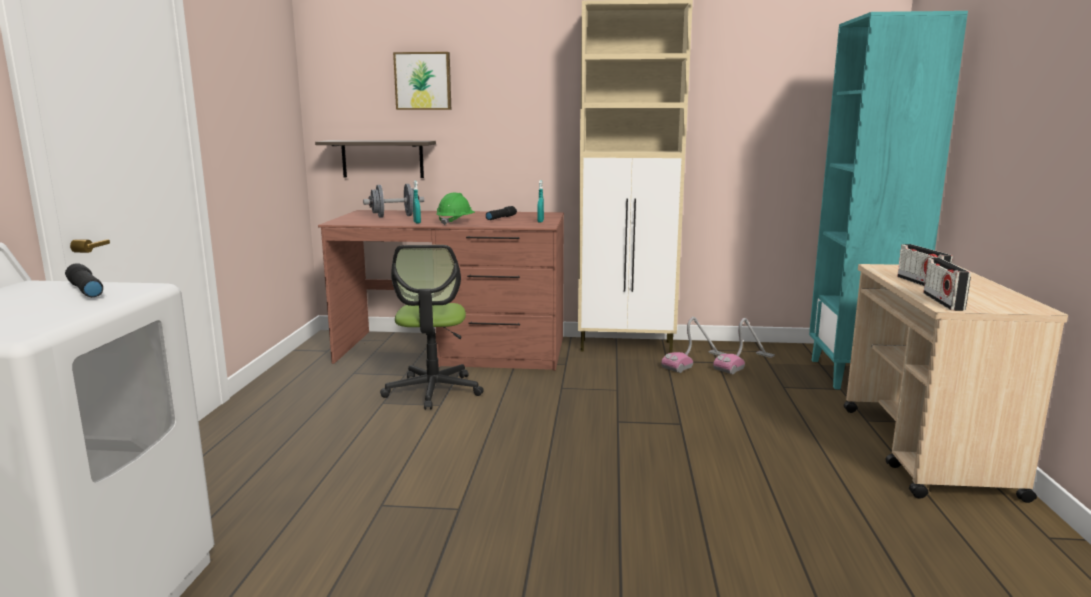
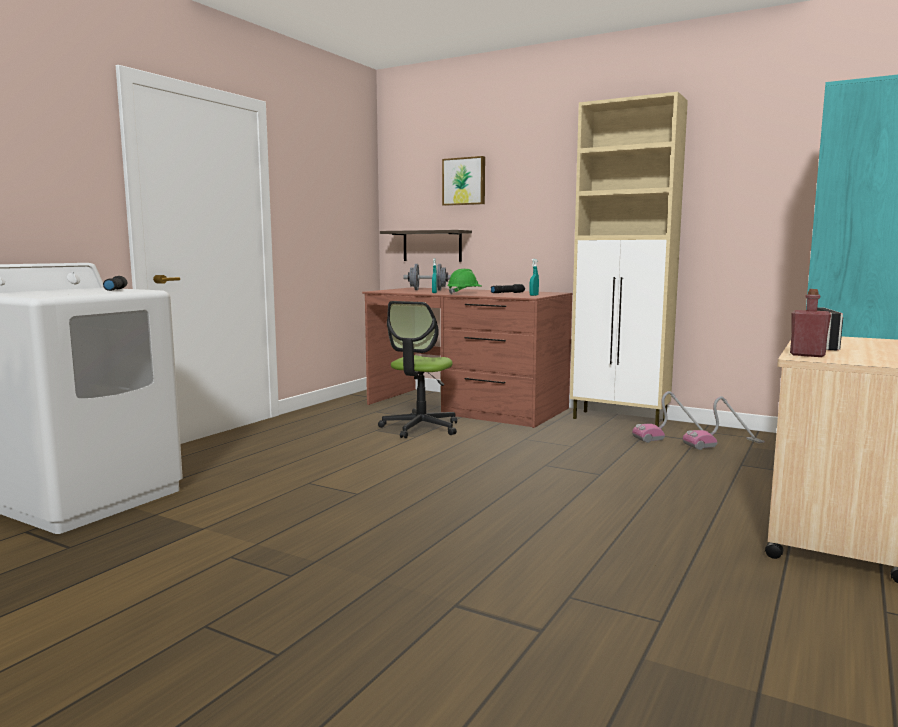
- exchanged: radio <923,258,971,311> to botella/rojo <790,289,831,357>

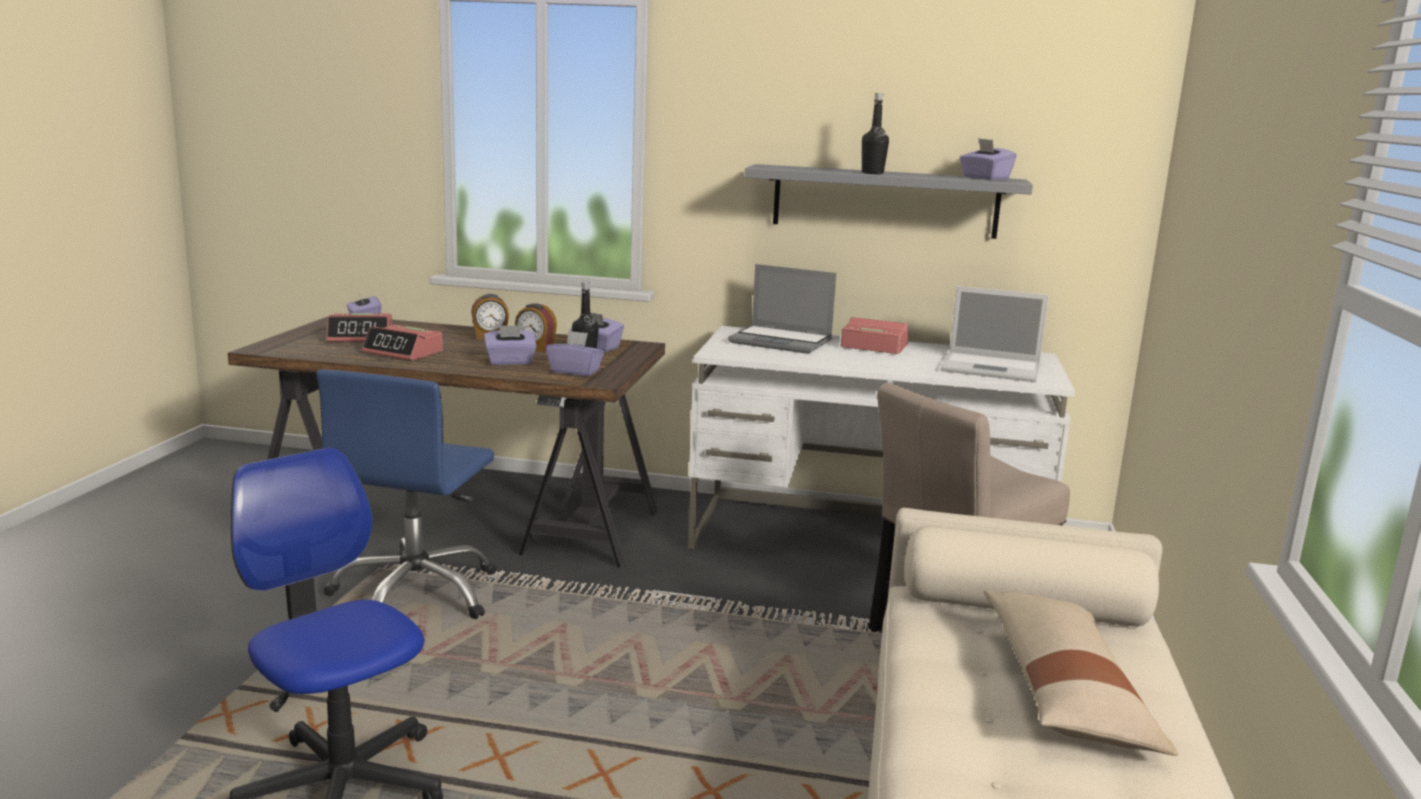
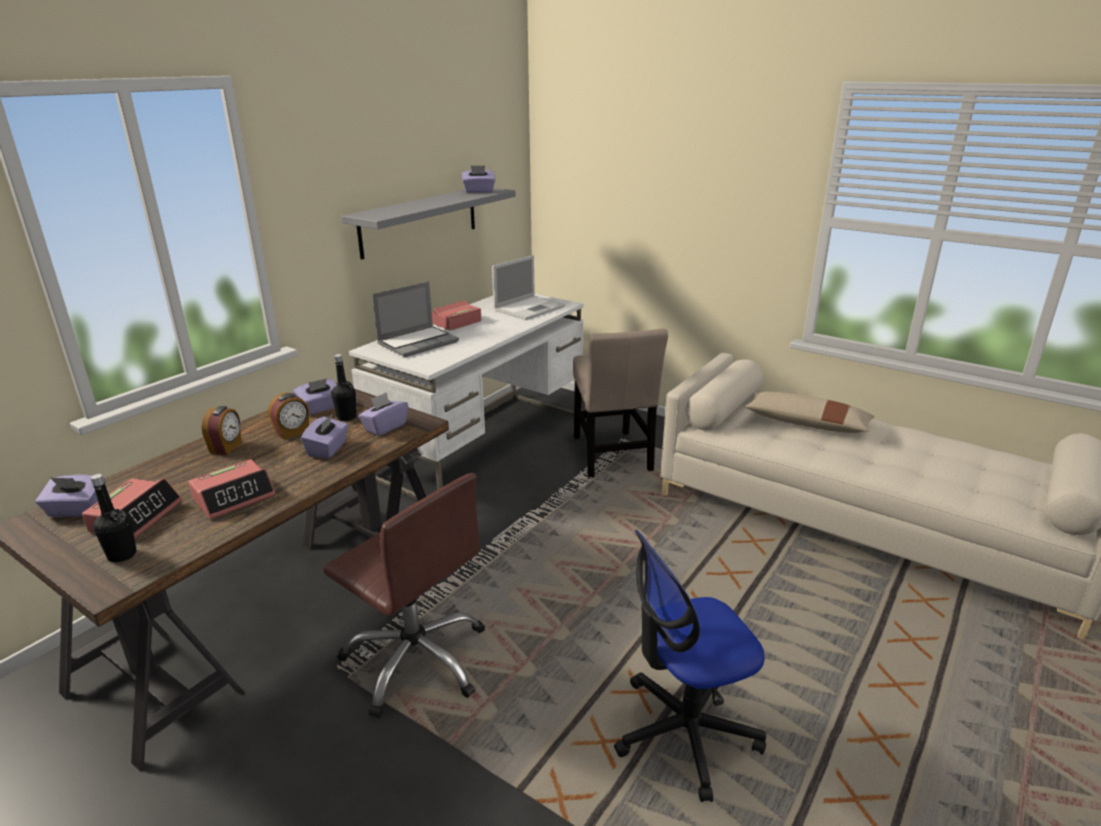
- relocated: botella/negro <862,93,889,174> to <91,474,137,562>
- colour: silla de oficina/azul <316,370,496,619> to silla de oficina/marrón <323,473,485,718>

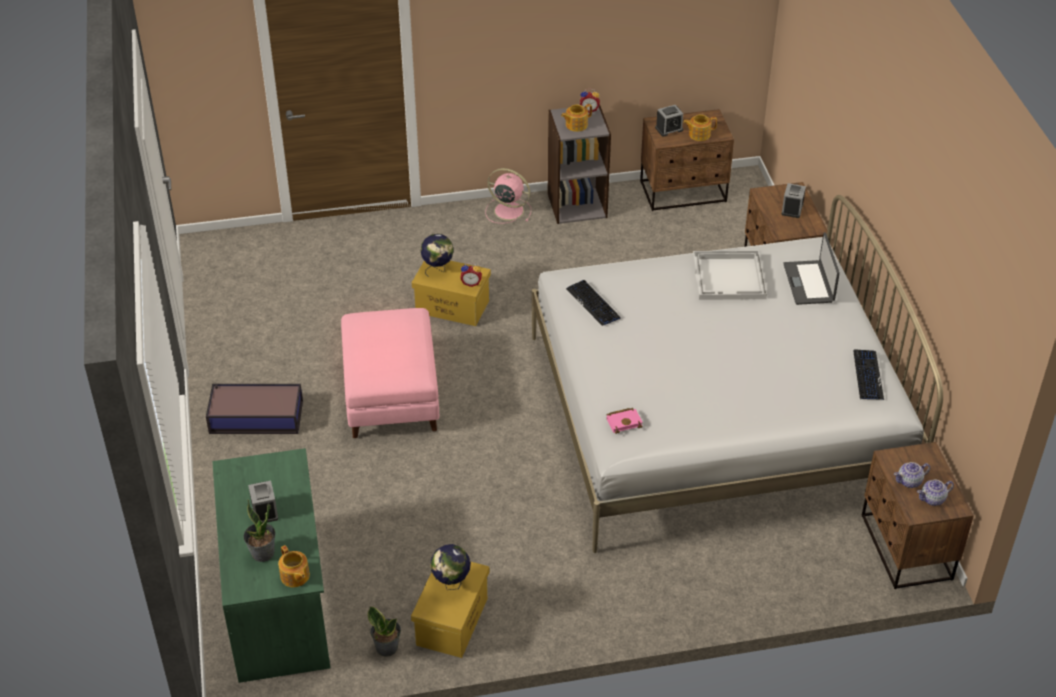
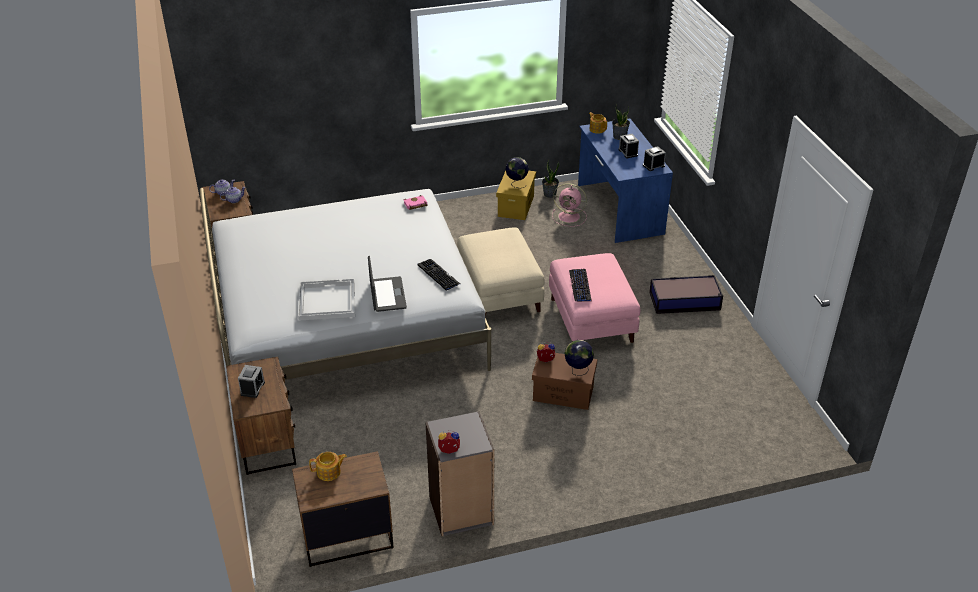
- missing: tetera <561,104,592,132>
- relocated: despertador <655,105,683,137> to <643,146,666,171>
- relocated: ventilador/rosa <485,168,531,224> to <552,183,587,227>
- relocated: portátil <783,232,840,305> to <368,256,407,312>
- colour: caja de almacenaje/amarillo <412,261,491,326> to caja de almacenaje/marrón <532,353,597,410>
- relocated: teclado <853,349,884,400> to <569,269,592,301>
- colour: escritorio/verde <212,448,330,683> to escritorio/azul <578,119,673,243>
- appeared: puf/beis <457,227,545,317>

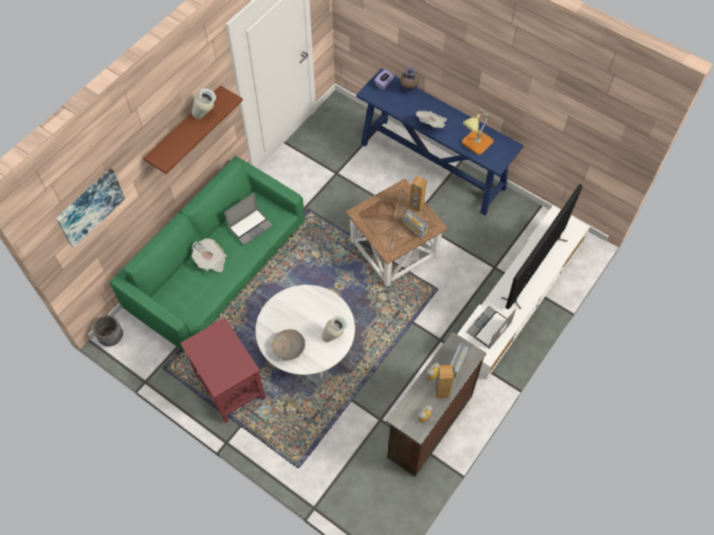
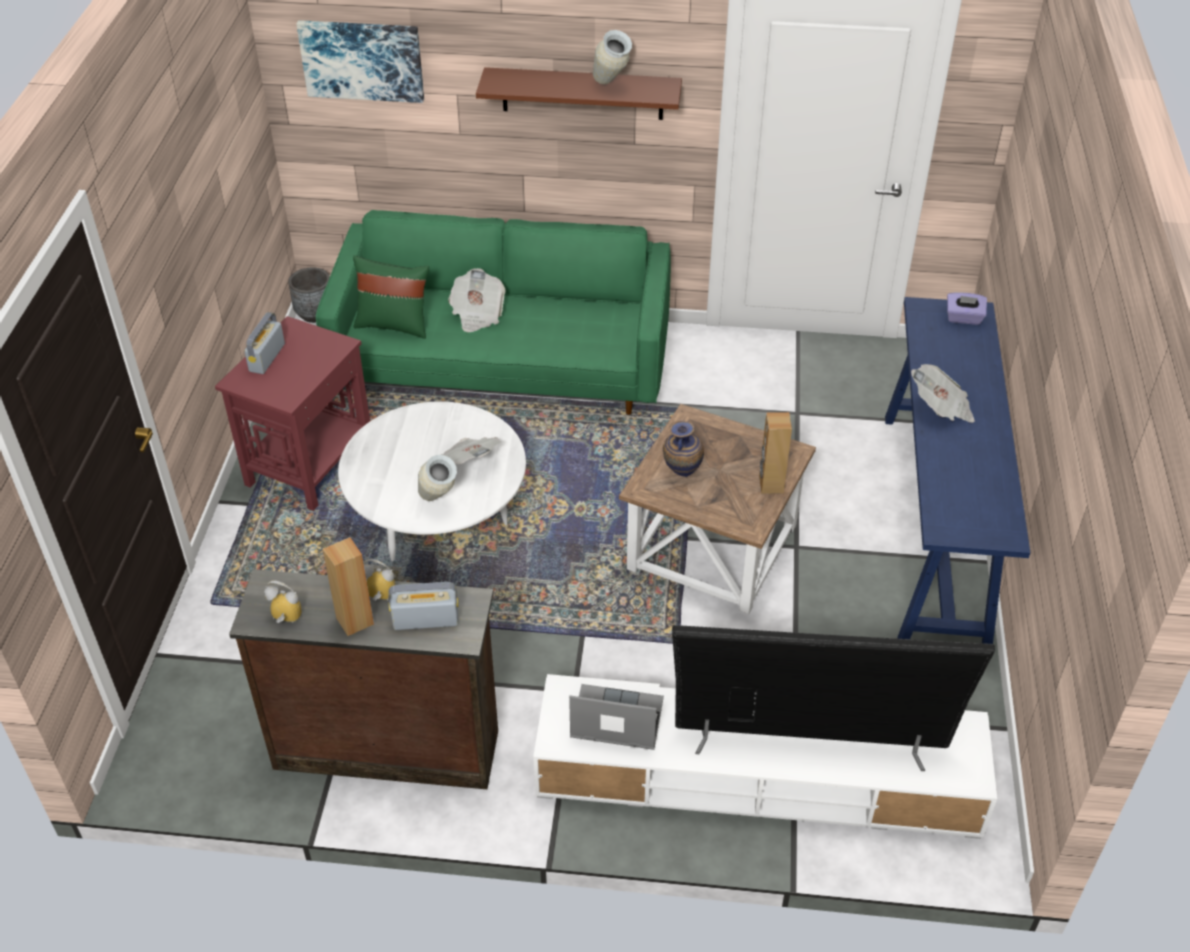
- relocated: florero <400,67,419,91> to <663,420,704,477>
- missing: lámpara de mesa <462,109,493,155>
- missing: portátil <224,193,273,245>
- relocated: radio <403,209,428,238> to <244,312,285,374>
- missing: cuenco/beis <272,329,305,360>
- appeared: cojín/verde <353,255,429,339>
- appeared: periódico <441,437,501,464>

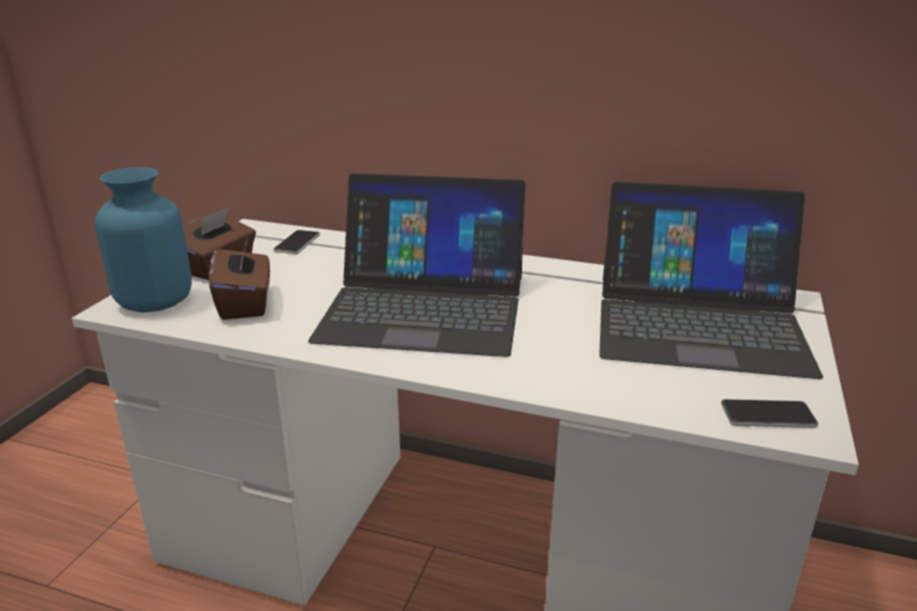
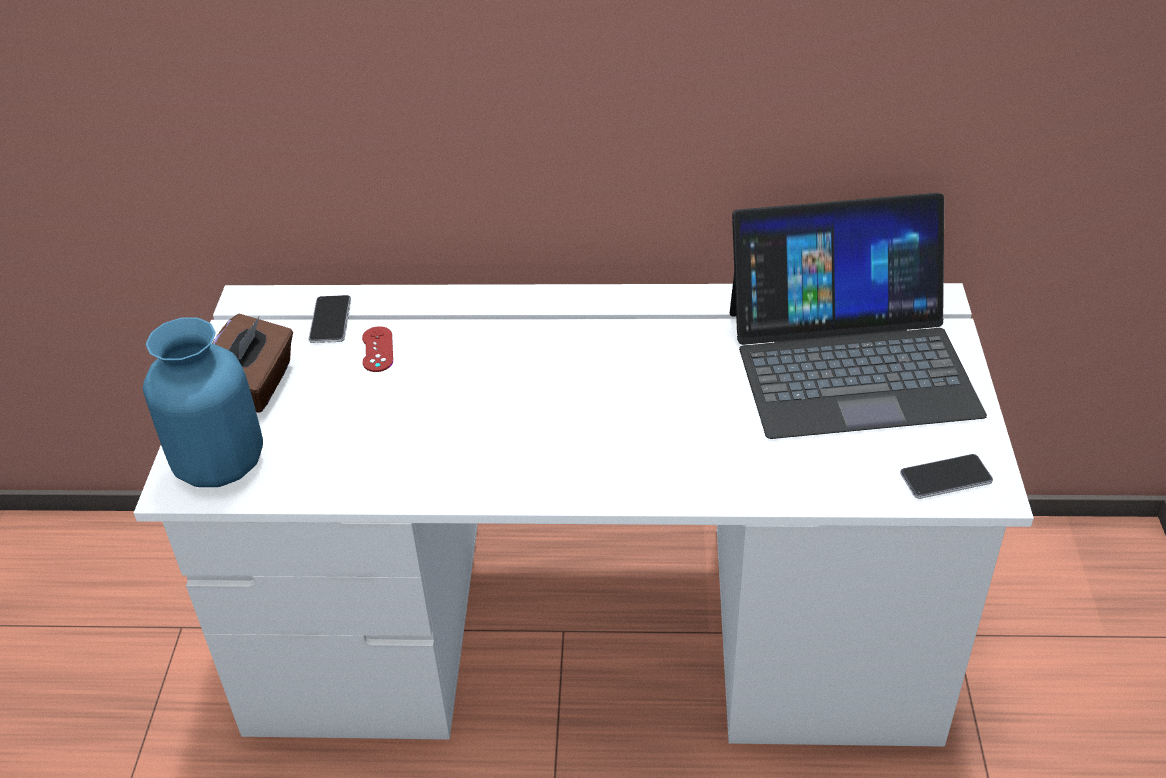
- missing: portátil <308,173,526,357>
- missing: caja de pañuelos/marrón <209,238,270,320>
- appeared: mando de consola/rojo <362,326,393,372>

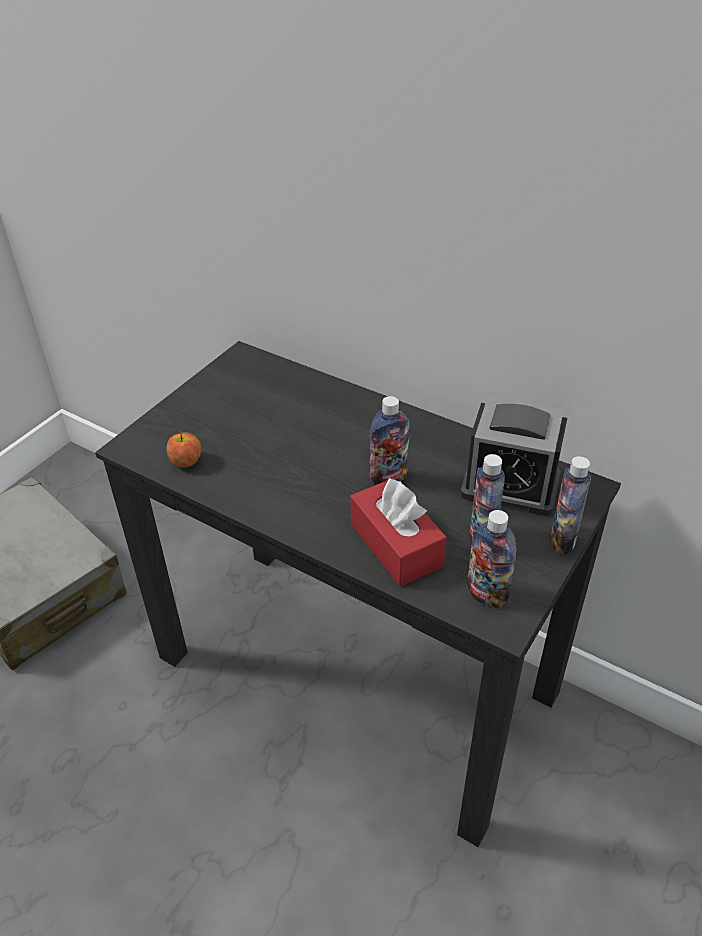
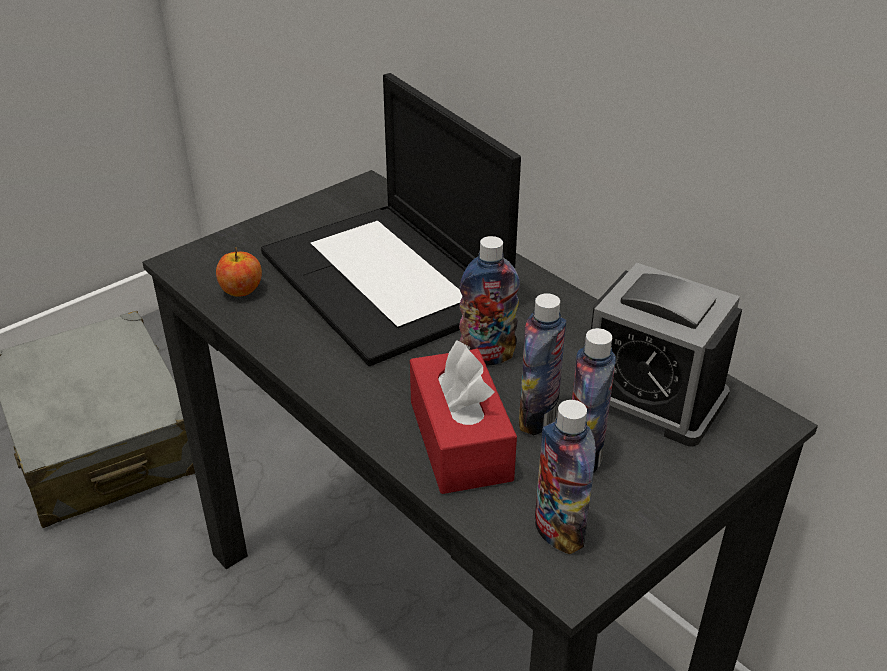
- relocated: botella <550,456,591,554> to <519,293,566,435>
- appeared: portátil <261,73,521,366>

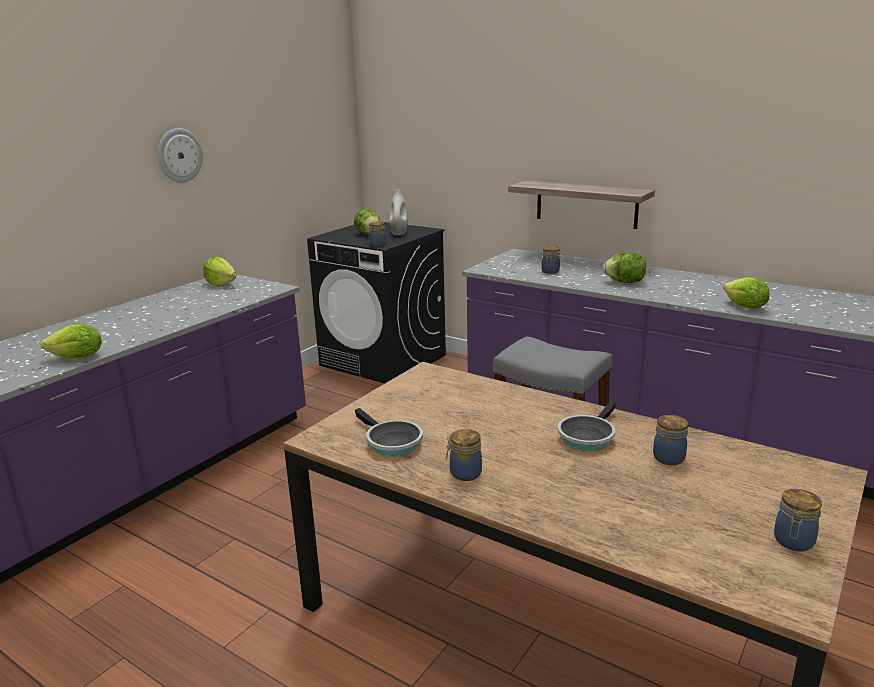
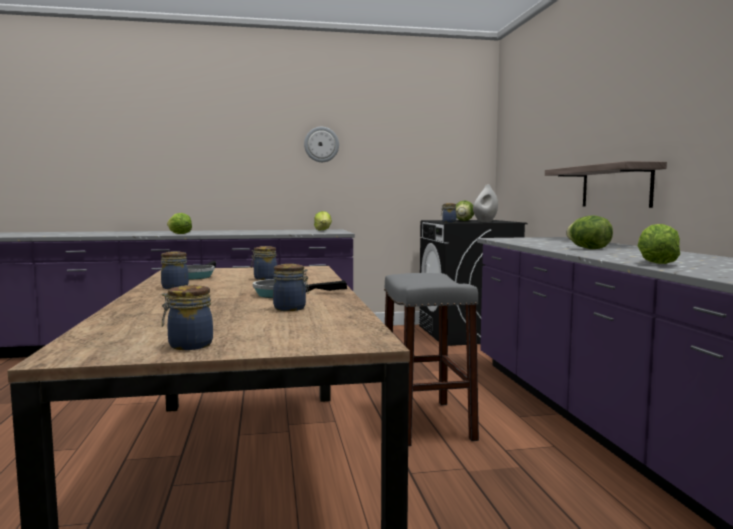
- relocated: tarro <541,246,560,274> to <251,246,277,280>

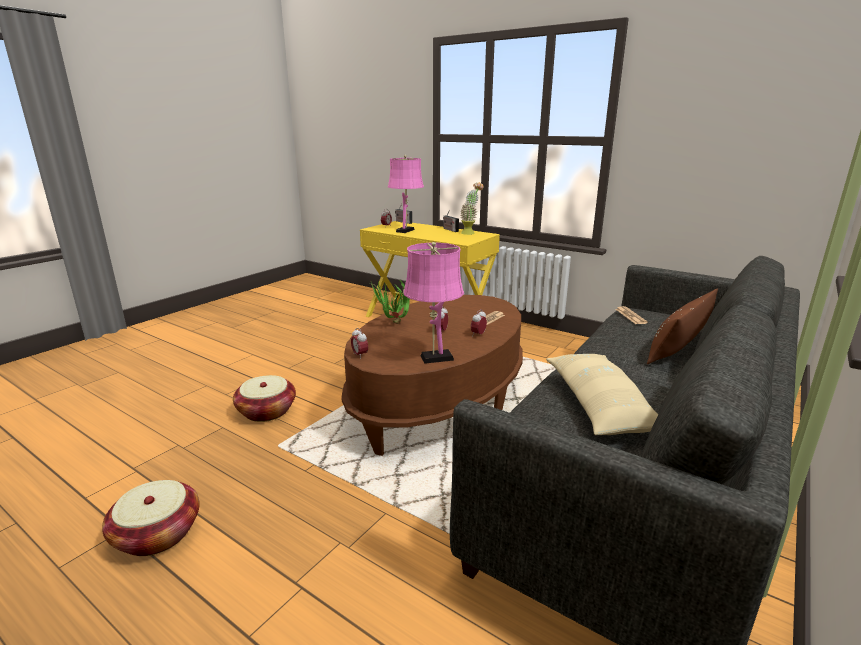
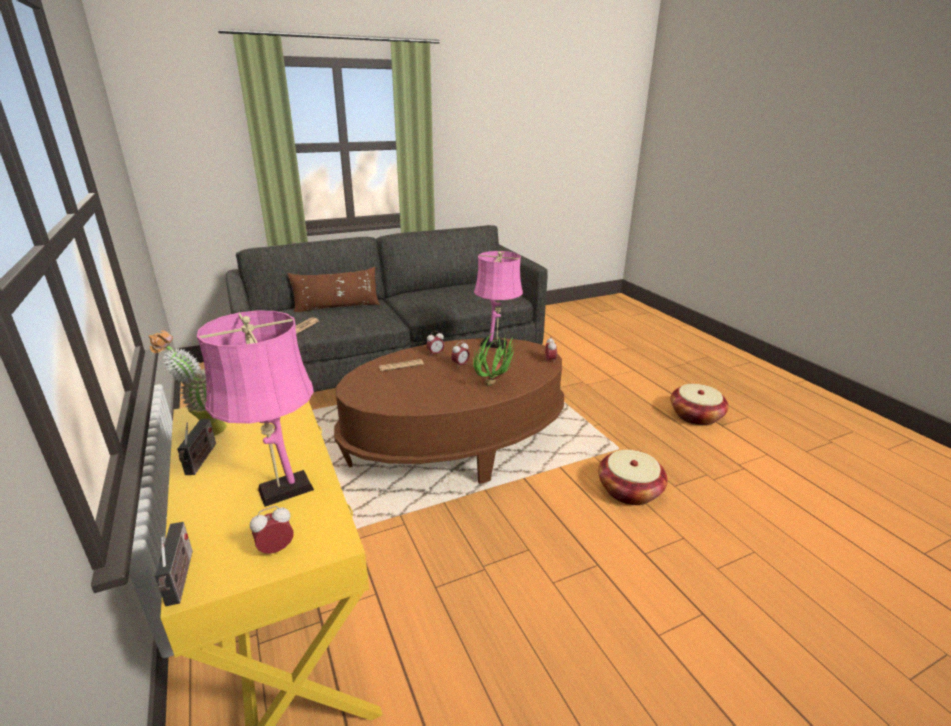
- missing: cojín/beis <546,354,658,435>

